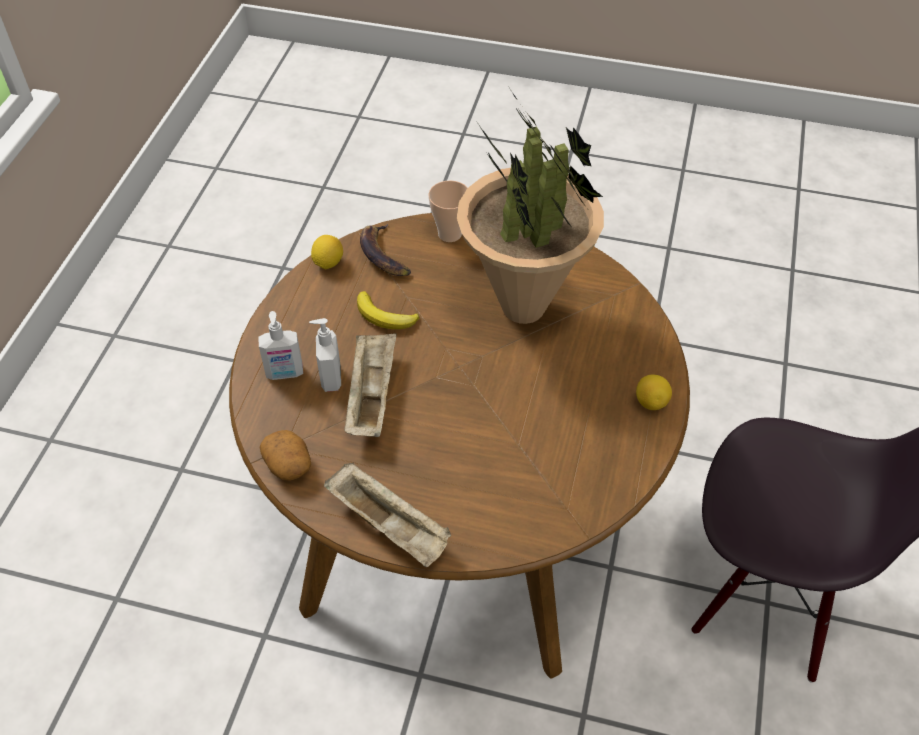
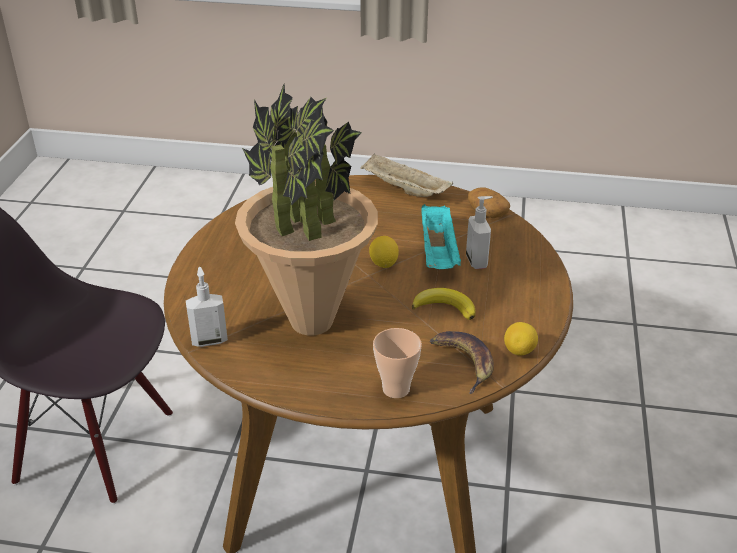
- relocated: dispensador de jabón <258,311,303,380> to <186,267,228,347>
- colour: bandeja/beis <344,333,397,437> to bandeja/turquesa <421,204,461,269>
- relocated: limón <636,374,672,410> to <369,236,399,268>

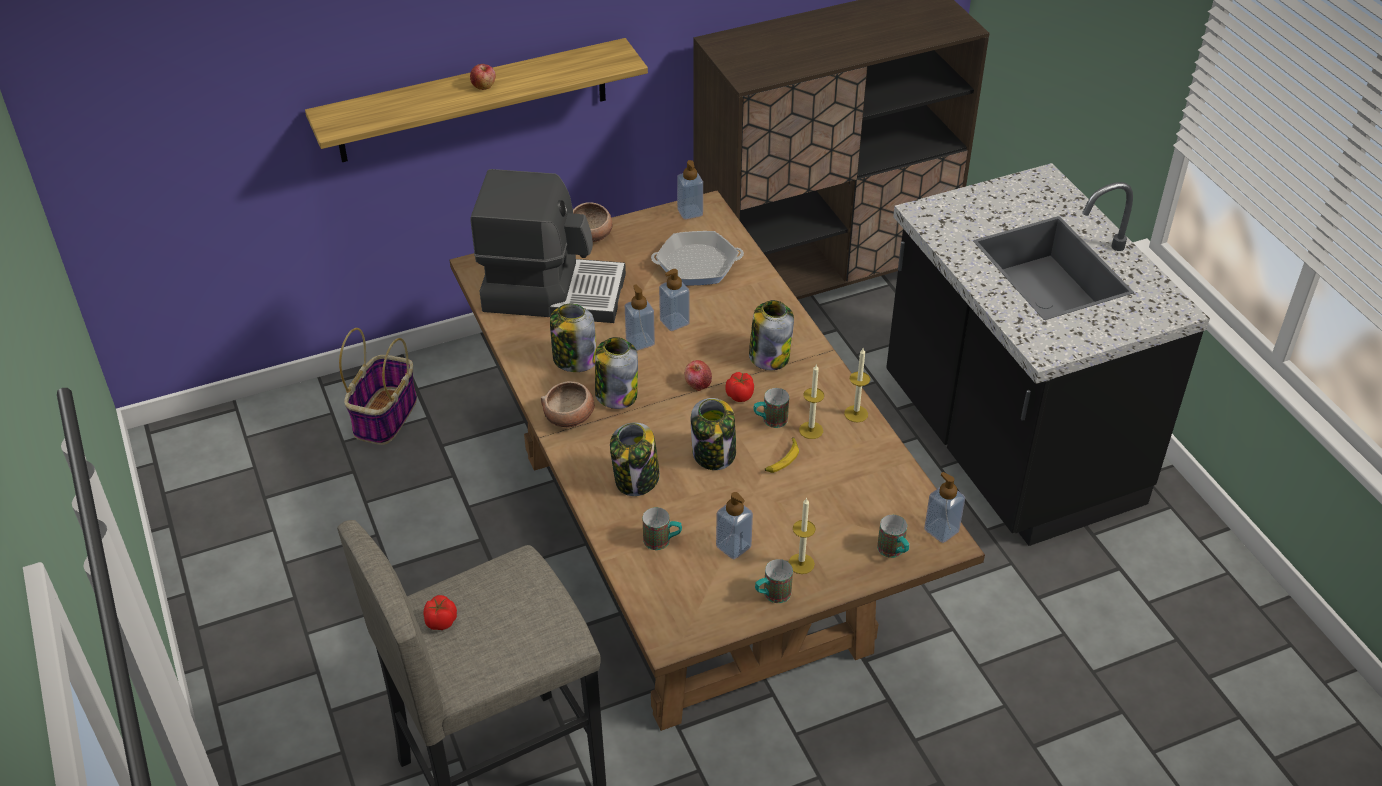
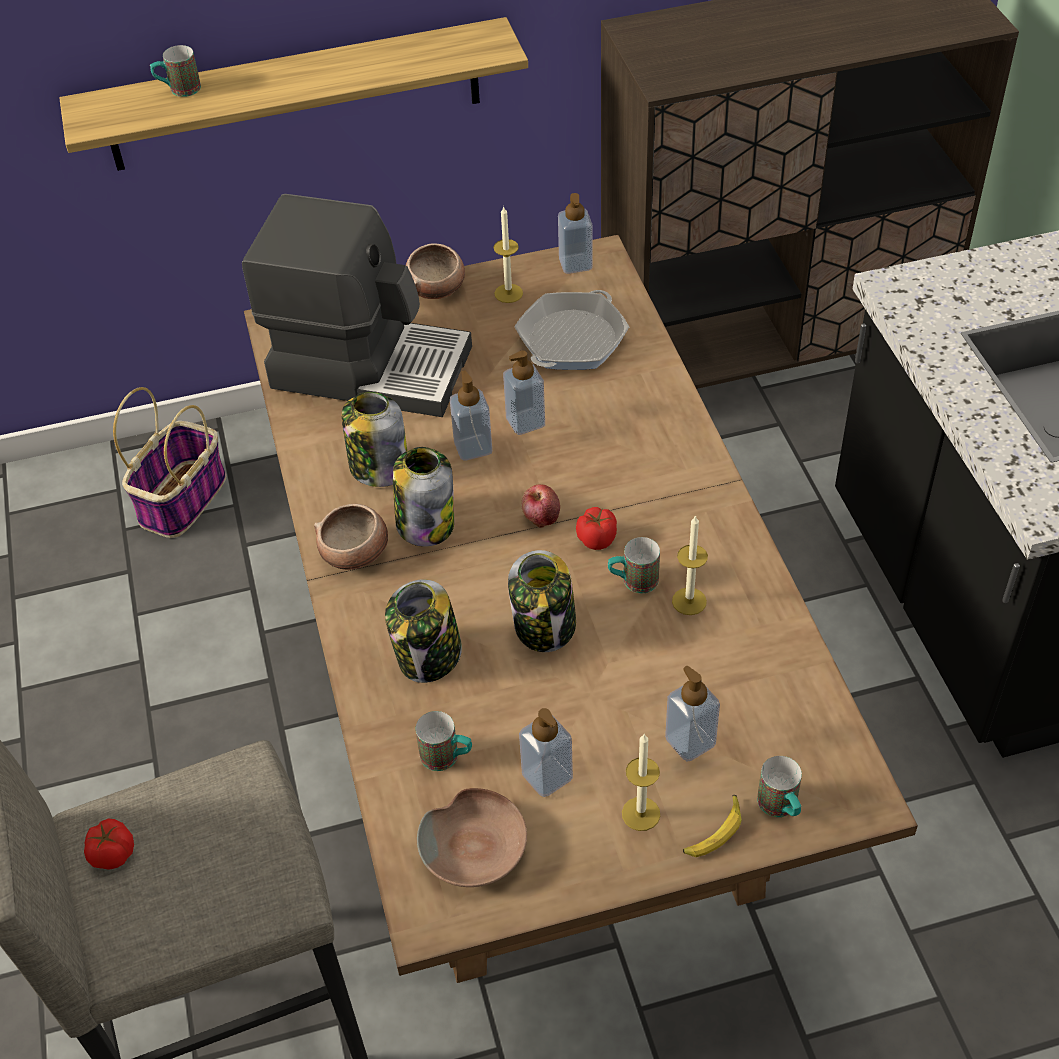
- missing: manzana <470,64,496,90>
- spun: sartén <651,231,744,286> = <514,290,629,370> 120 degrees clockwise
- missing: tarro <749,300,794,370>
- relocated: vela <844,348,870,422> to <494,207,523,303>
- relocated: plátano <765,437,799,473> to <683,795,741,857>
- relocated: dispensador de jabón <924,472,965,543> to <665,666,720,761>
- relocated: taza grande <755,559,793,603> to <150,45,201,97>
- appeared: cuenco/marrón <417,788,527,887>

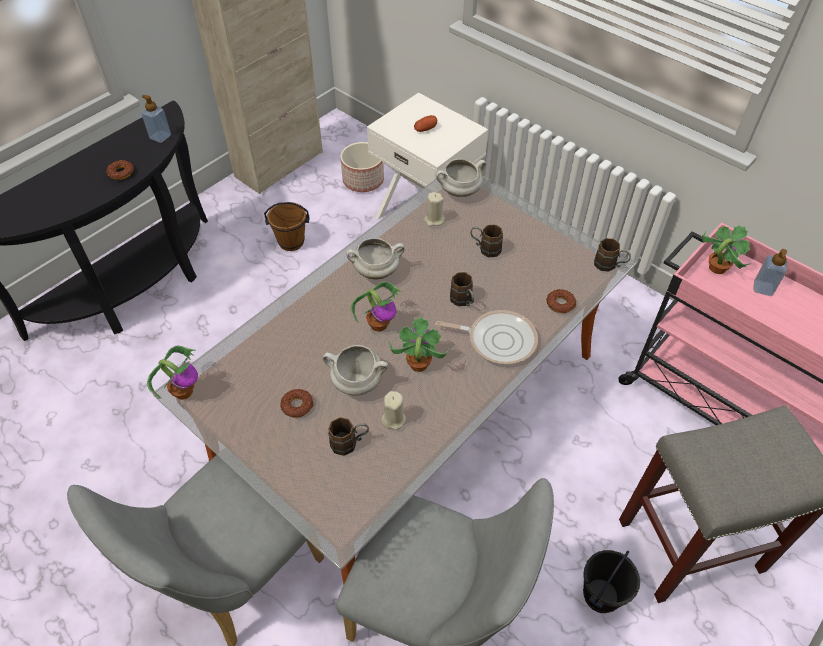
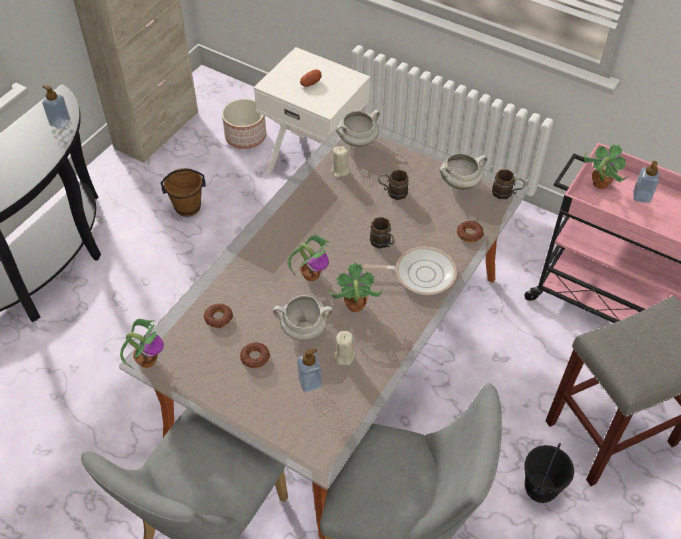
- relocated: rosquilla <106,160,134,180> to <204,304,233,328>
- relocated: olla/blanco <346,238,405,280> to <439,153,487,190>
- exchanged: taza grande/marrón <328,417,369,456> to dispensador de jabón <297,349,322,392>

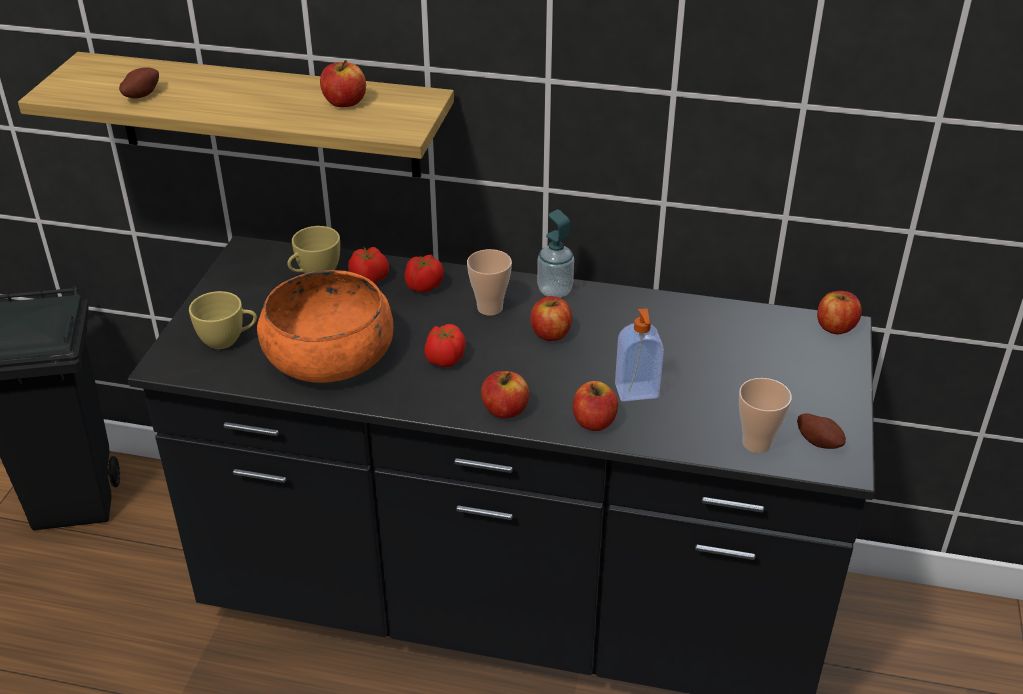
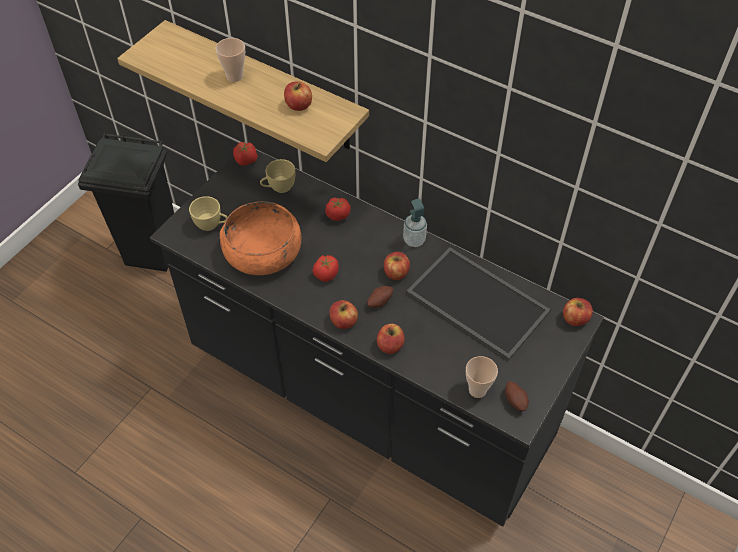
- relocated: patata <119,67,159,99> to <367,286,393,308>
- relocated: tomate <348,247,389,283> to <233,142,258,166>
- relocated: taza <467,249,512,316> to <216,38,245,82>
- missing: dispensador de jabón <615,308,664,402>
- appeared: bandeja <406,247,551,361>

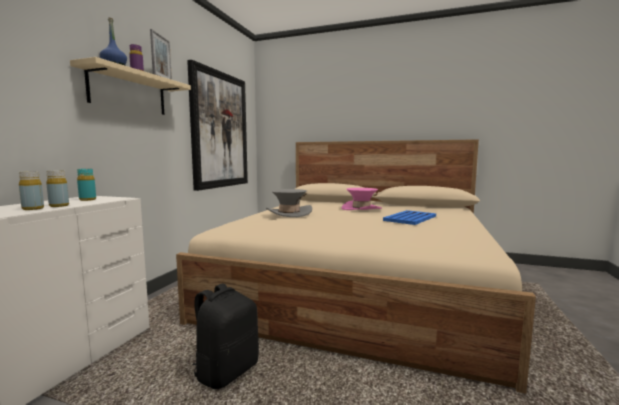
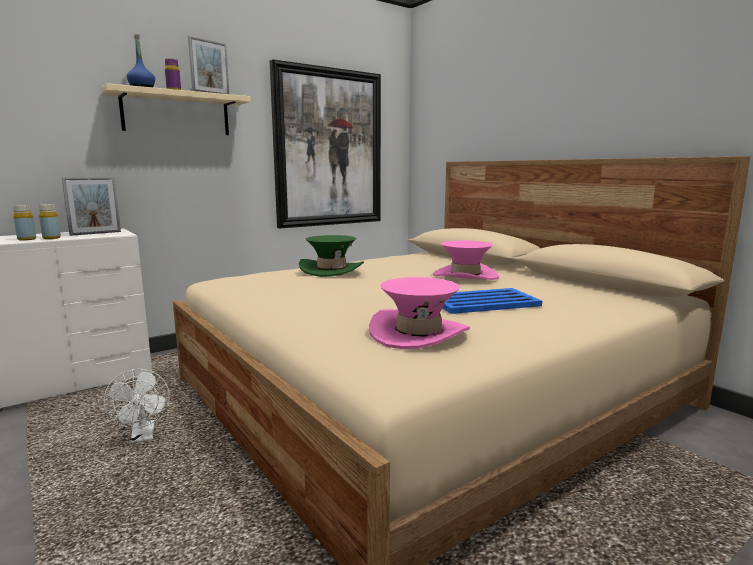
- exchanged: botella/turquesa <77,169,96,201> to portarretratos <62,177,121,236>
- colour: sombrero/gris <266,189,312,217> to sombrero/verde <299,235,364,277>
- exchanged: mochila/negro <192,283,259,389> to ventilador/blanco <103,369,170,443>
- appeared: sombrero/rosa <369,277,470,349>

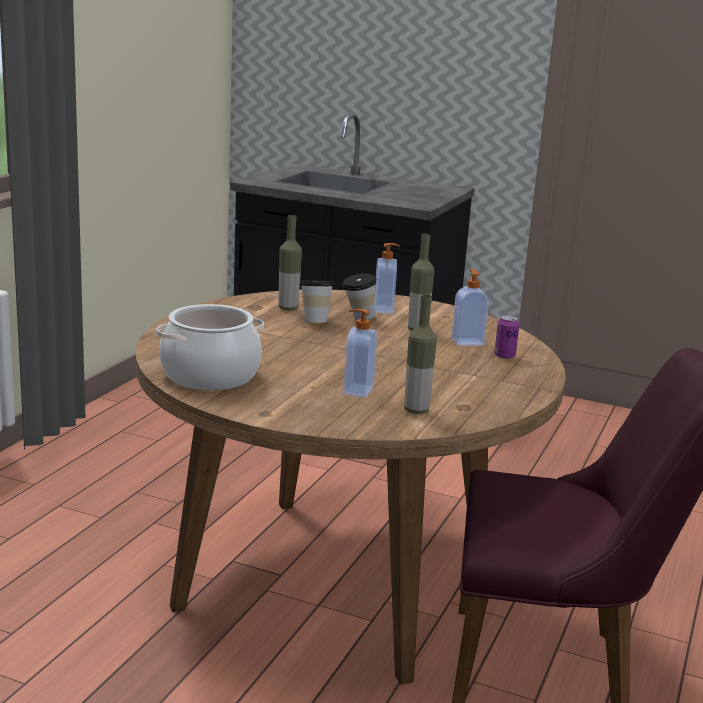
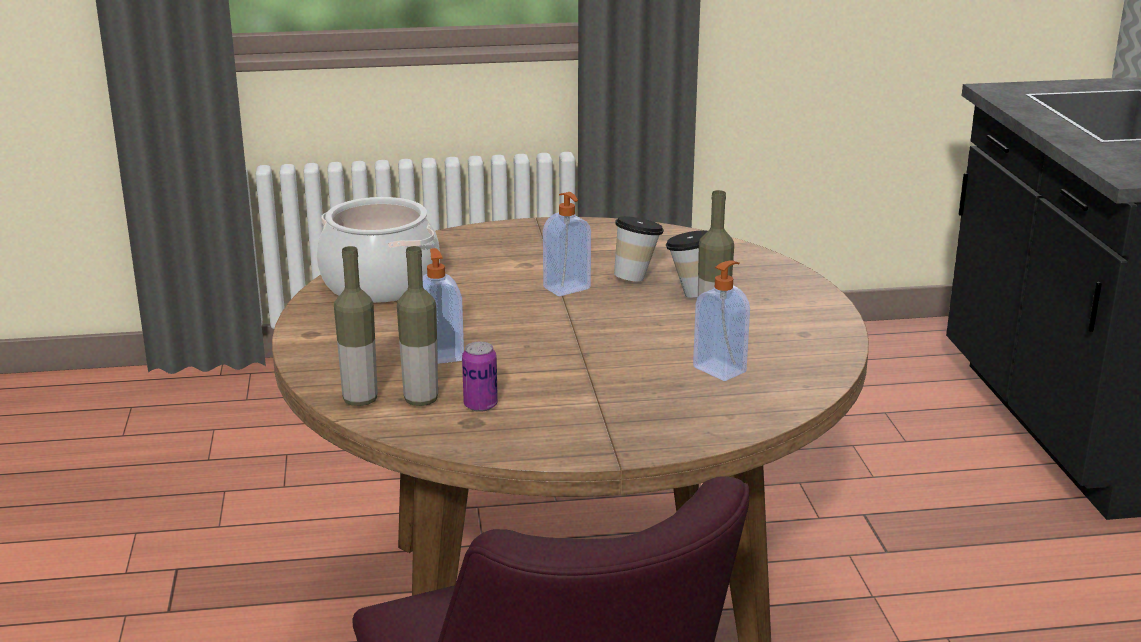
- relocated: botella <279,215,302,311> to <334,246,378,406>
- relocated: dispensador de jabón <375,243,400,314> to <543,192,591,296>
- relocated: lata <494,315,520,359> to <462,342,498,412>

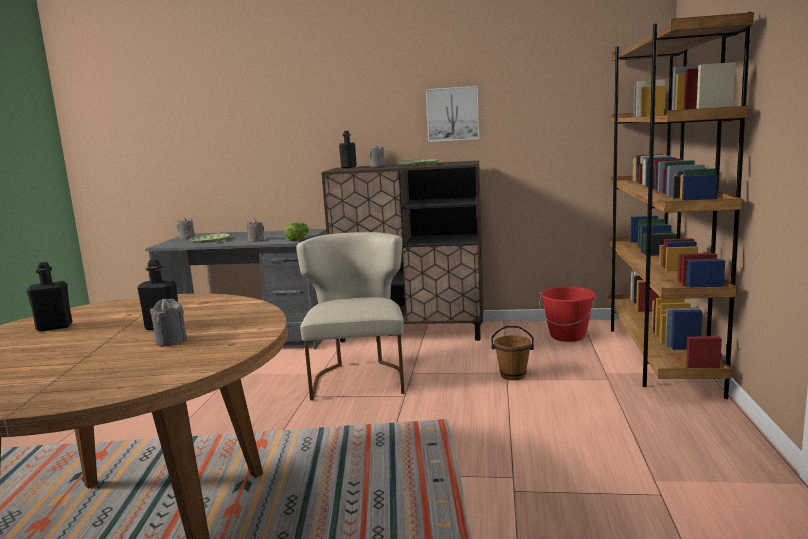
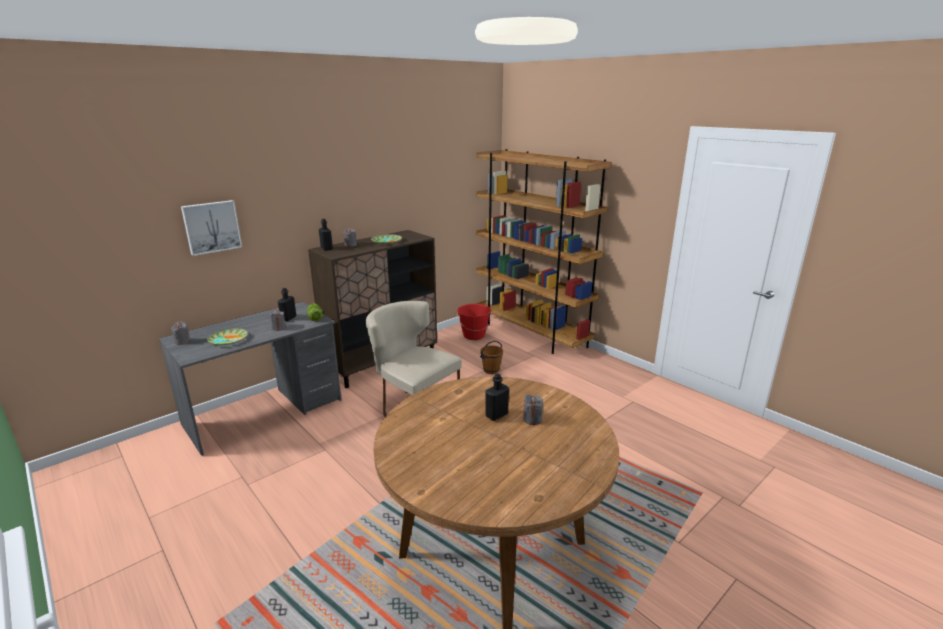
- relocated: cuadro <426,86,479,142> to <181,200,242,256>
- relocated: botella/negro <26,262,73,332> to <278,288,296,321>

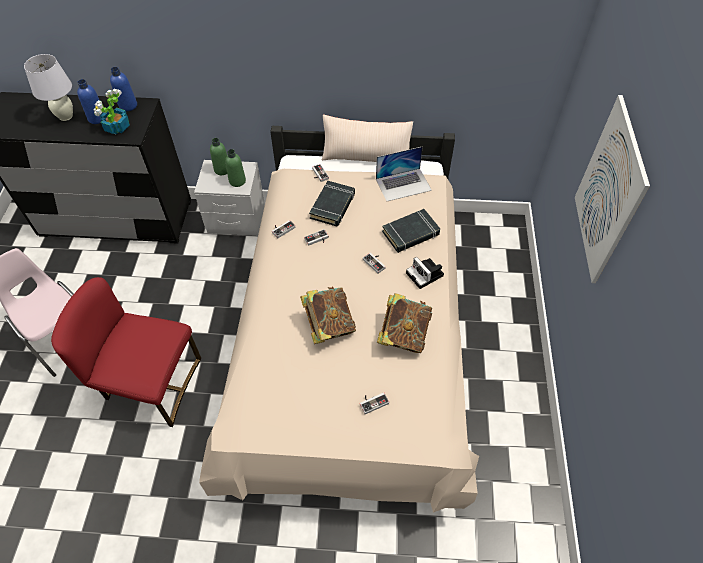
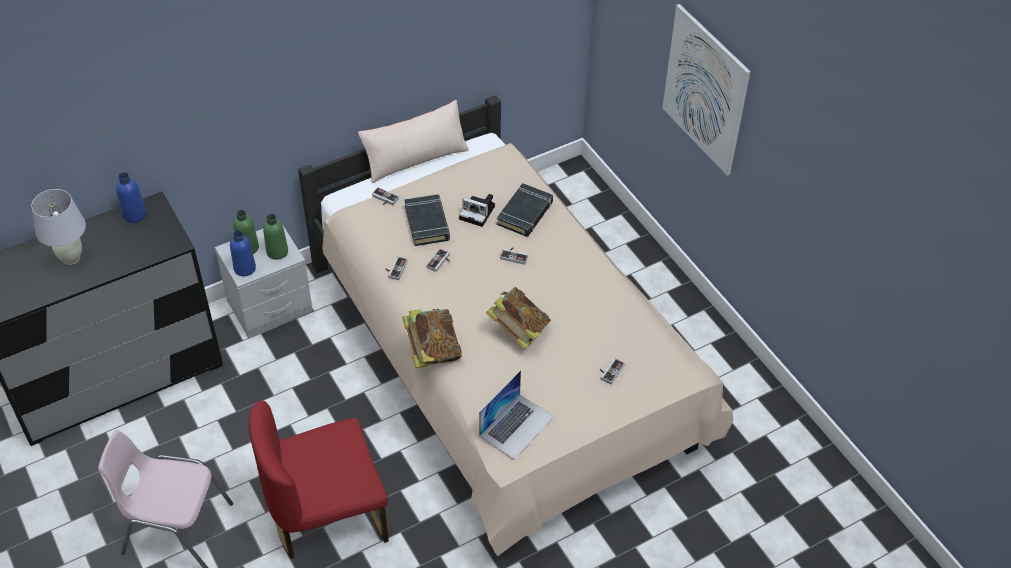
- relocated: botella/azul <77,79,101,124> to <230,231,256,276>
- missing: planta en maceta <93,89,130,135>
- relocated: portátil <376,146,432,201> to <479,370,554,460>
- relocated: cámara <406,257,444,289> to <459,194,495,227>
- relocated: libro <377,293,432,353> to <402,308,462,368>

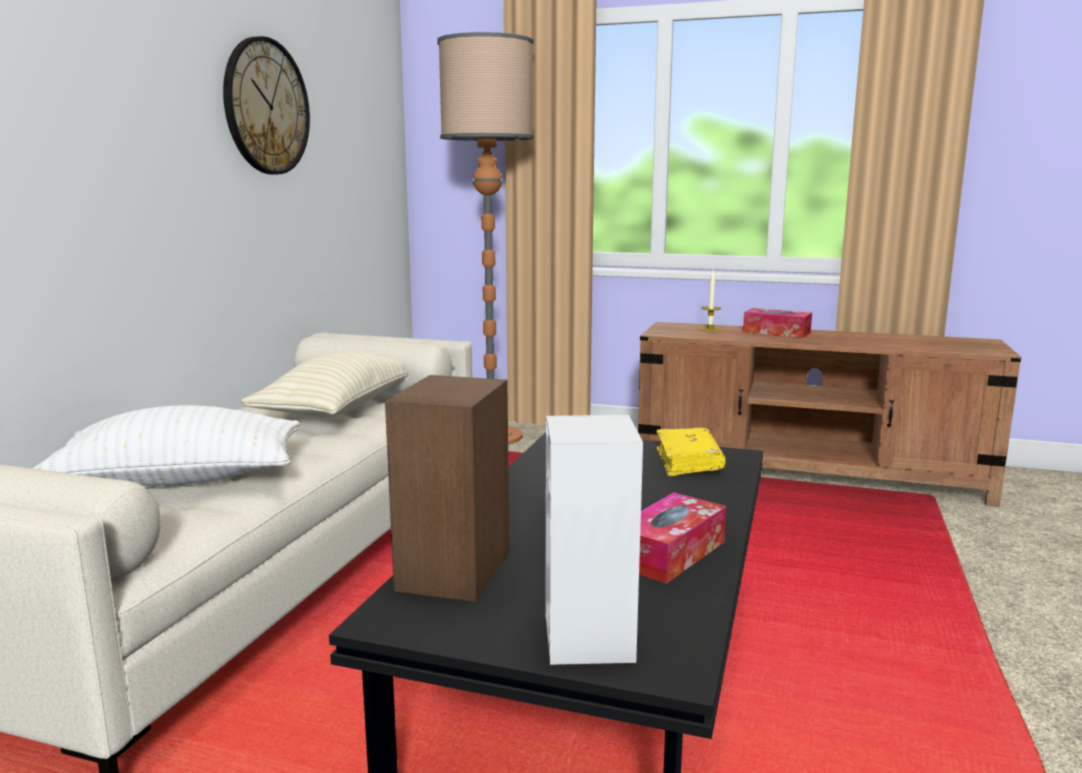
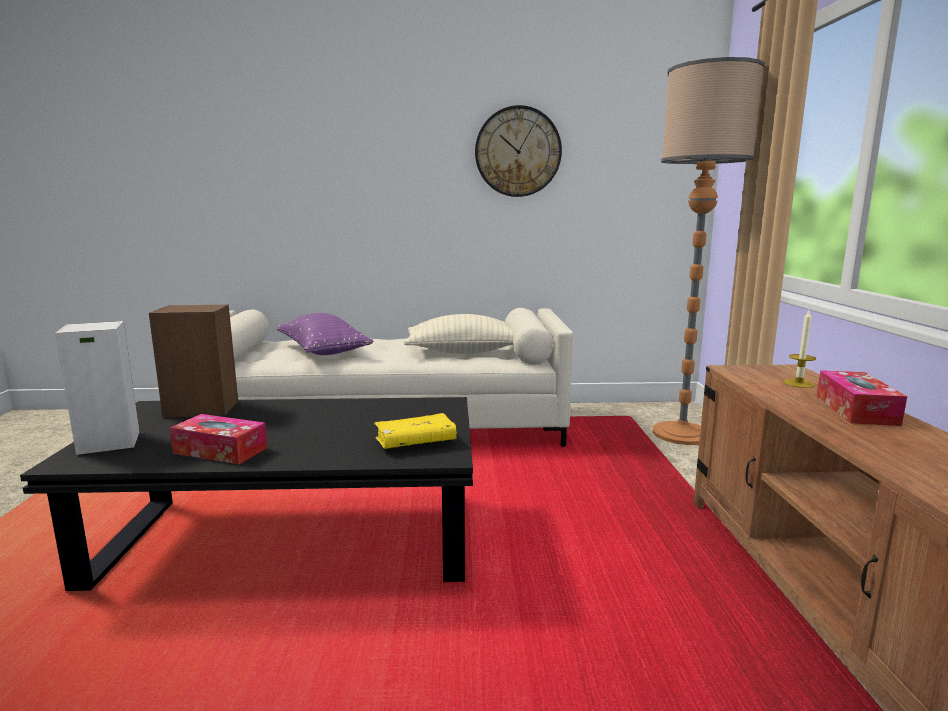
- colour: cojín/blanco <32,405,300,486> to cojín/morado <277,313,373,355>

